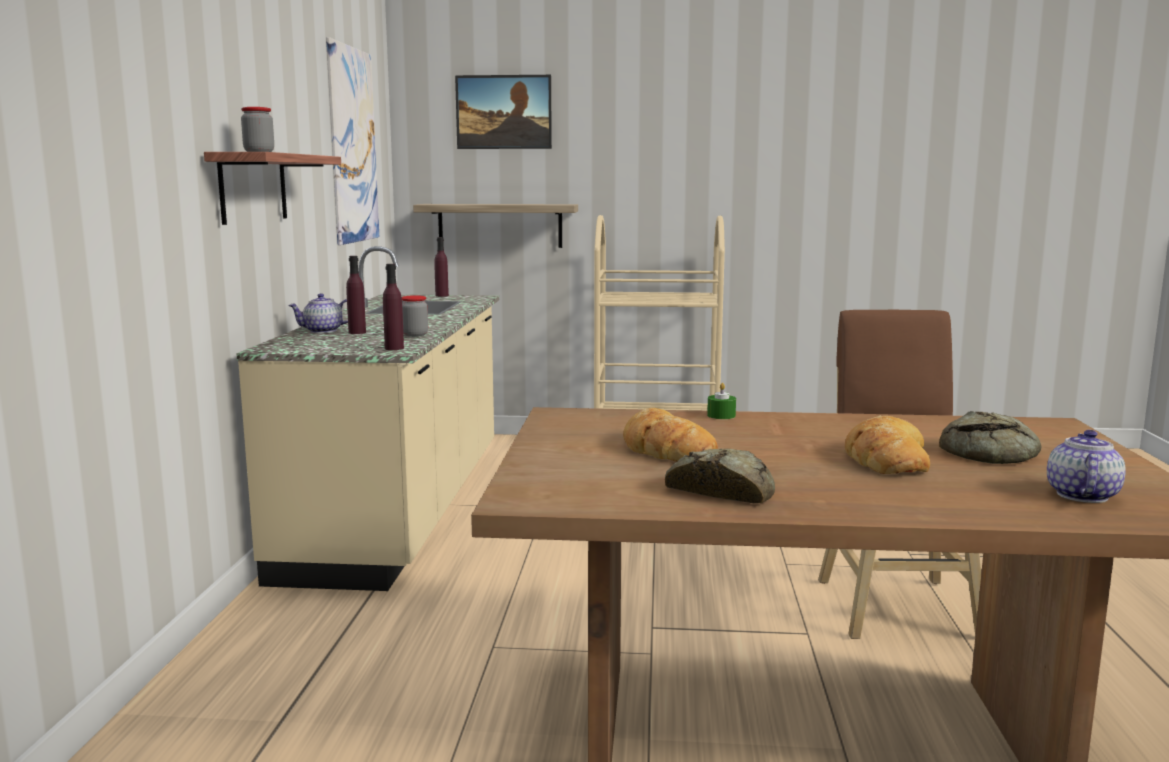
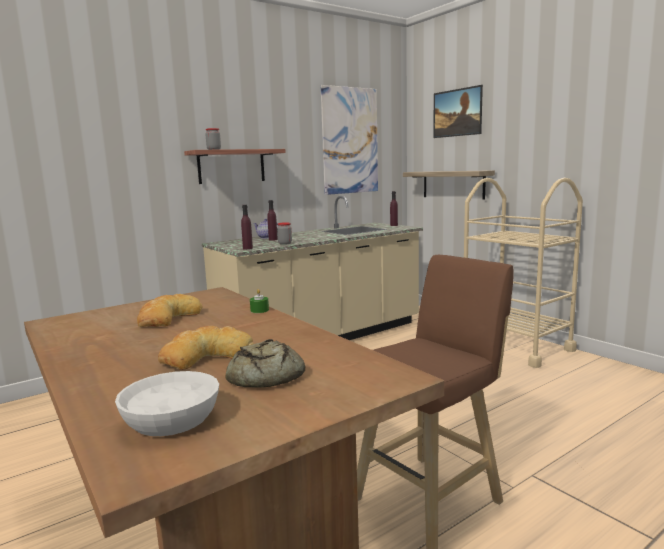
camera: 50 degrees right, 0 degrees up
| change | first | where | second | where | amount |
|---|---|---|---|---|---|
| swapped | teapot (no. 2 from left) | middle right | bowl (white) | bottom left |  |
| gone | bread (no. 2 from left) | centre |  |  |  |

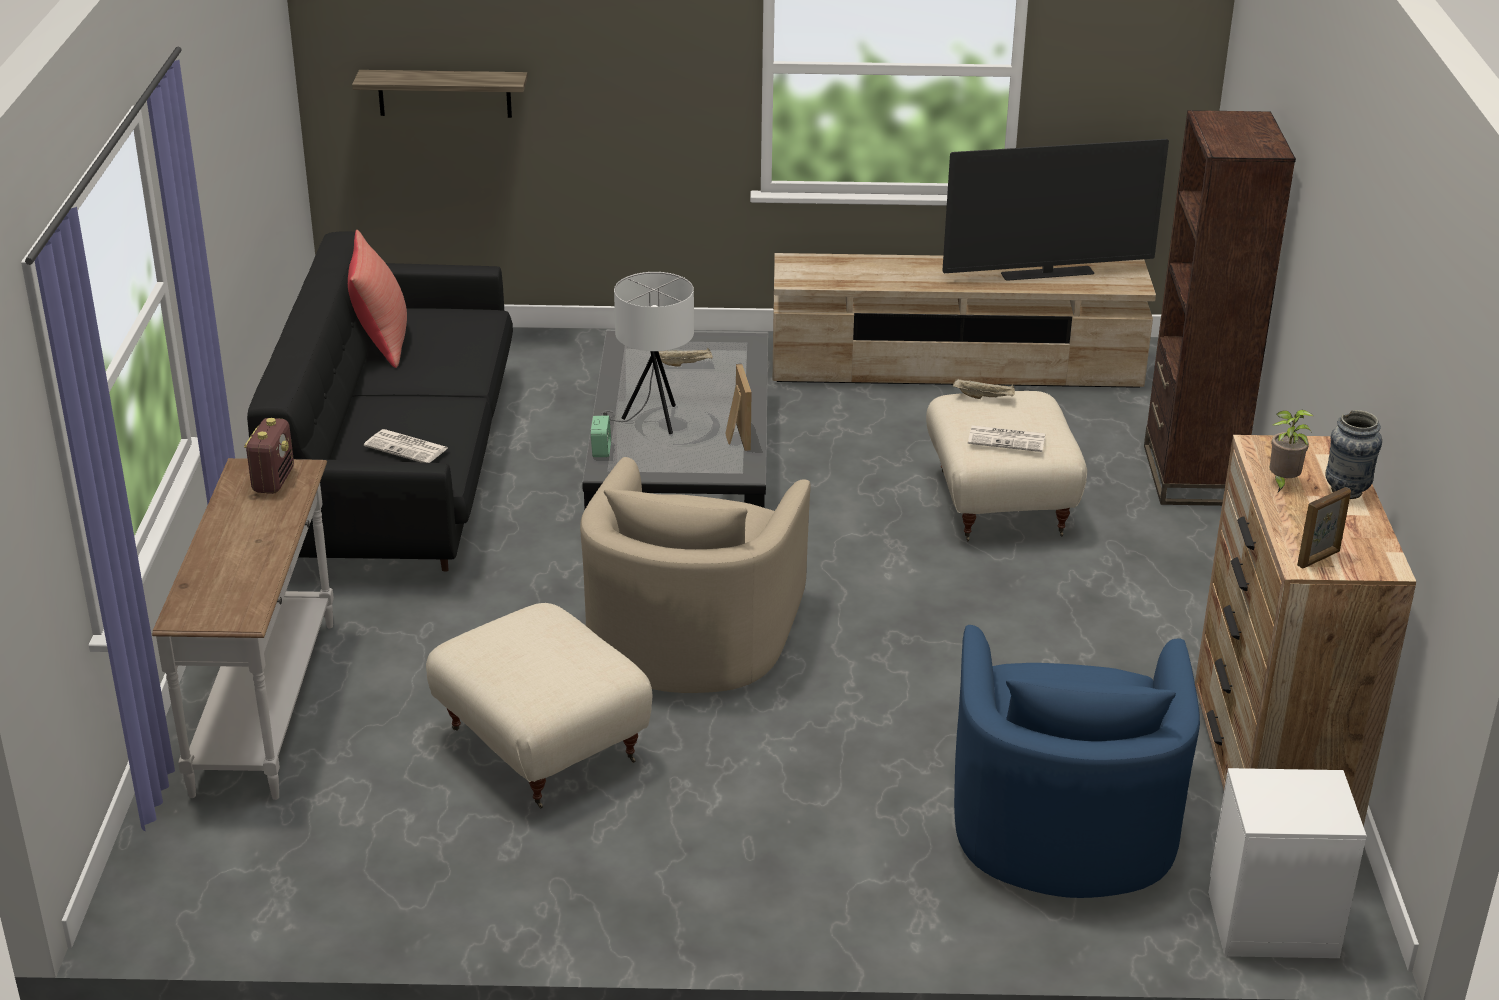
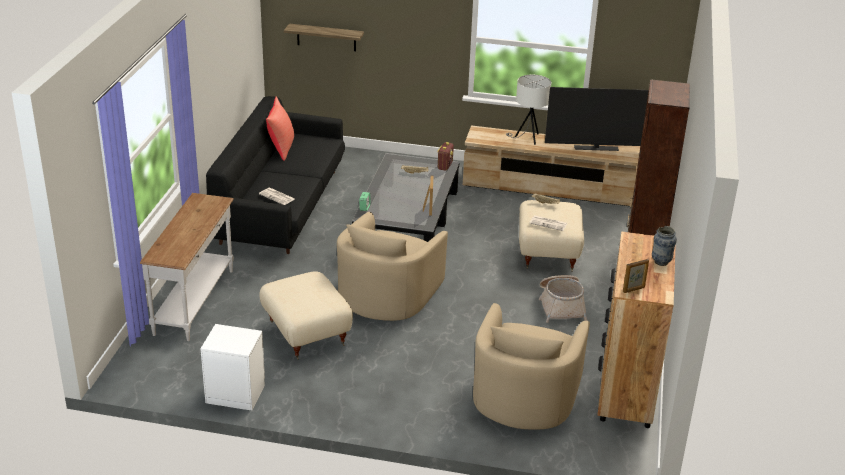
camera: 10 degrees right, 0 degrees up
| change | first | where | second | where | amount |
|---|---|---|---|---|---|
| shifted | nightstand (white) | bottom right |  | bottom left |  |
| shifted | radio | middle left |  | top centre |  |
| repainted | armchair (blue) | bottom right | armchair (beige) (no. 2 from left) | bottom centre |  |
| shifted | table lamp (white) | centre |  | top centre |  |
| new |  |  | basket | centre |  |
| gone | potted plant | middle right |  |  |  |

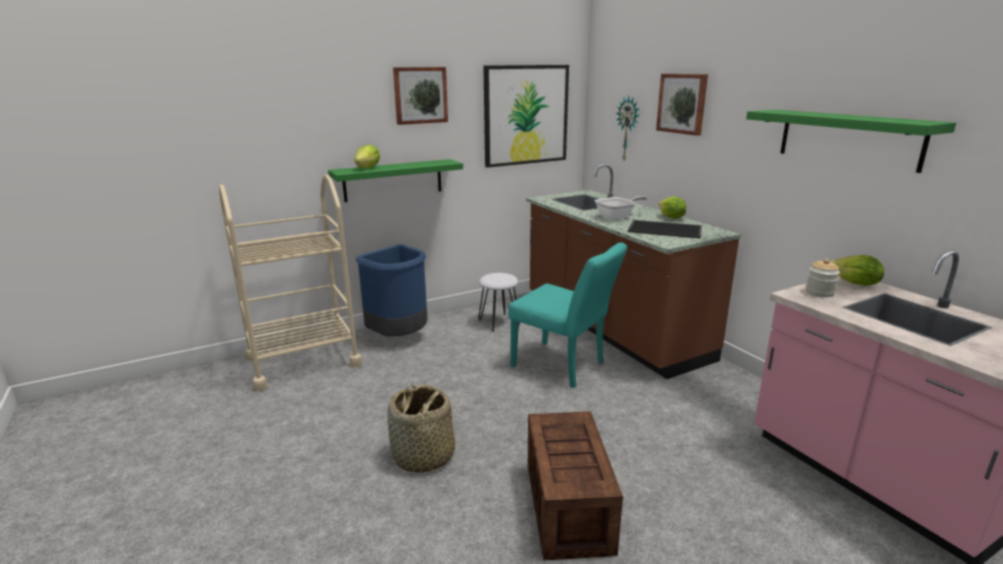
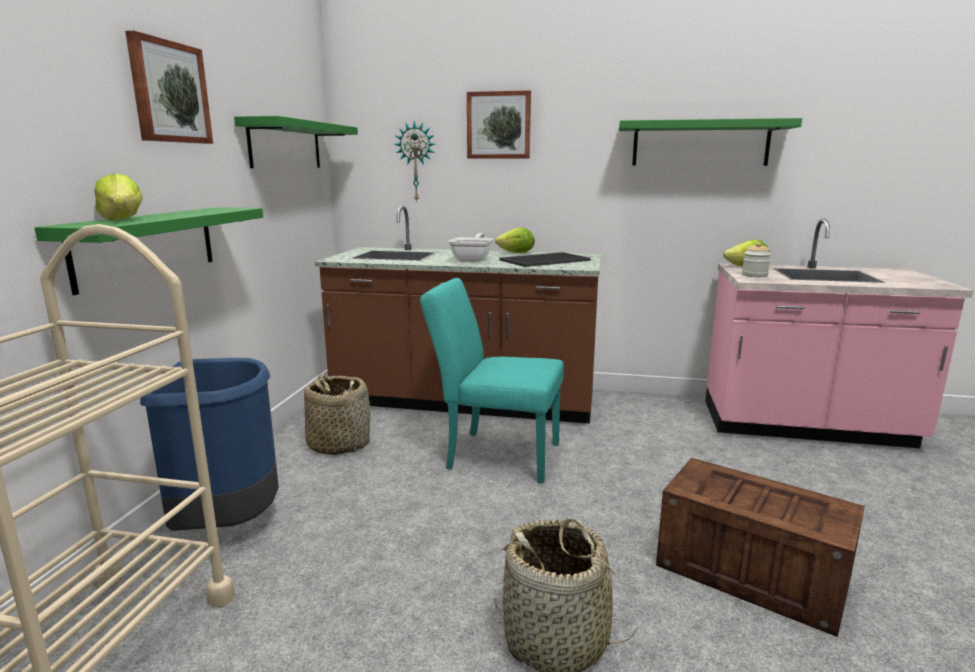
camera: 50 degrees left, 5 degrees down
| change | first | where | second | where | amount |
|---|---|---|---|---|---|
| swapped | picture (no. 2 from left) | top centre | shelf (green) (no. 2 from left) | top left |  |
| swapped | stool (white) | centre | basket (no. 1 from left) | centre |  |
| rotated | chair (turquoise) | centre |  | centre | 150 degrees counterclockwise |

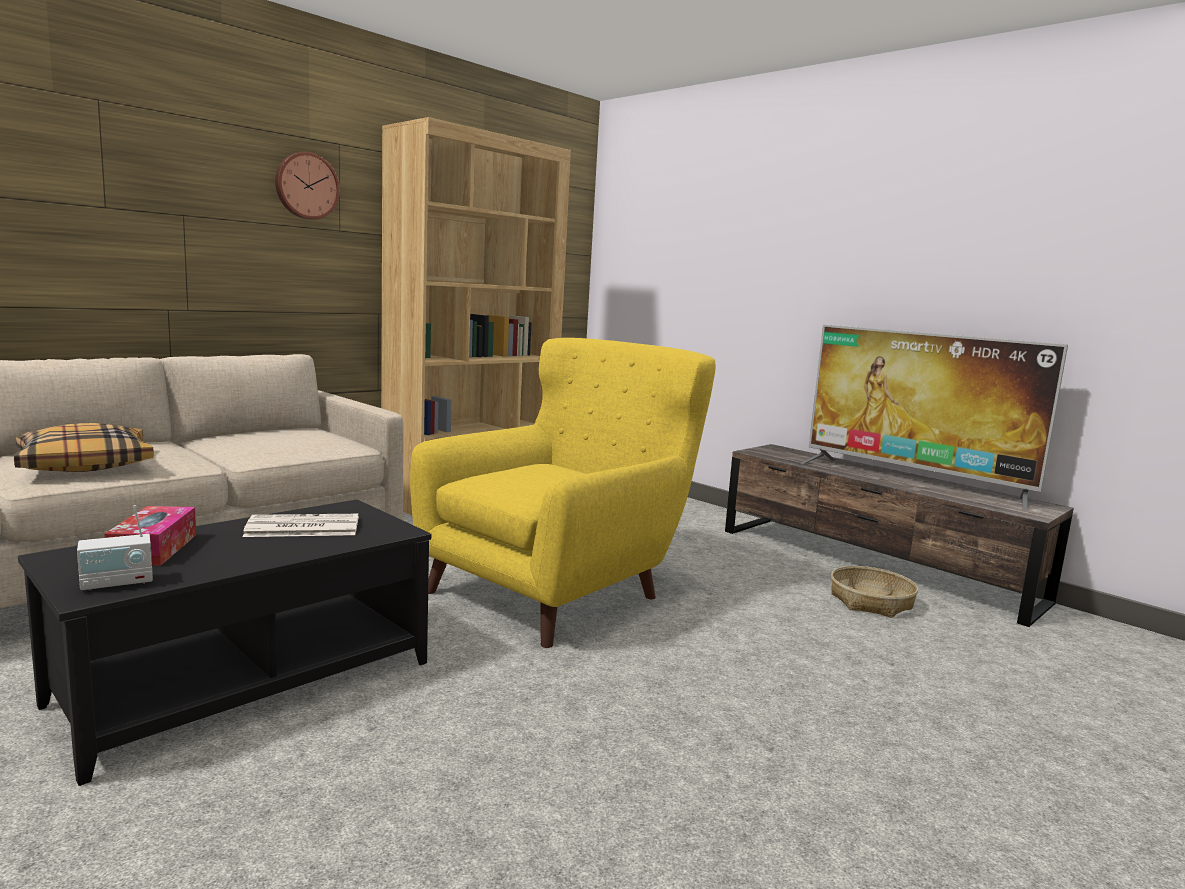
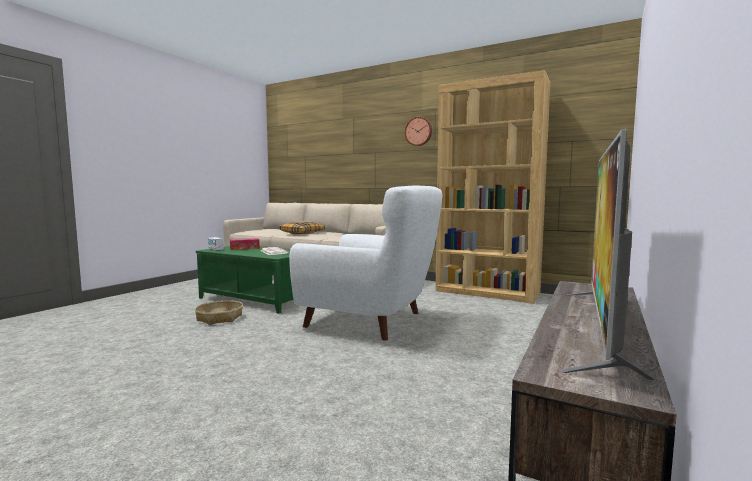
camera: 75 degrees right, 5 degrees down
| change | first | where | second | where | amount |
|---|---|---|---|---|---|
| shifted | basket | middle right |  | middle left |  |
| repainted | coffee table (black) | bottom left | coffee table (green) | middle left |  |
| repainted | armchair (yellow) | centre | armchair (white) | centre |  |

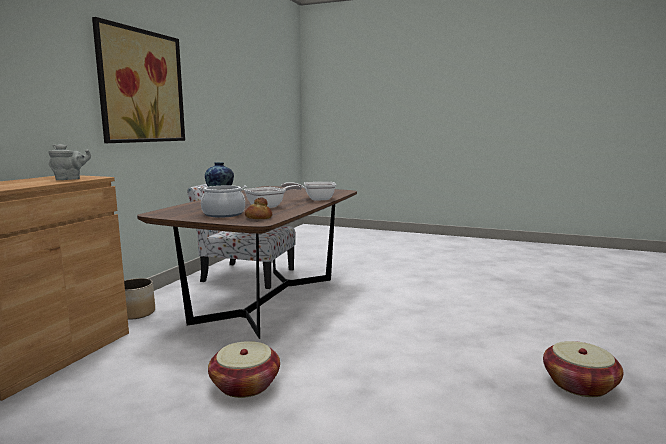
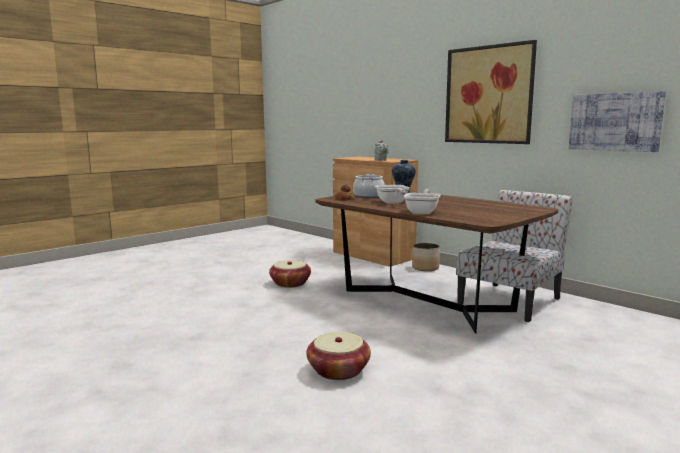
camera: 115 degrees right, 0 degrees up
| change | first | where | second | where | amount |
|---|---|---|---|---|---|
| shifted | basket (no. 2 from left) | bottom right |  | bottom centre |  |
| new |  |  | picture (no. 2 from left) | top right |  |

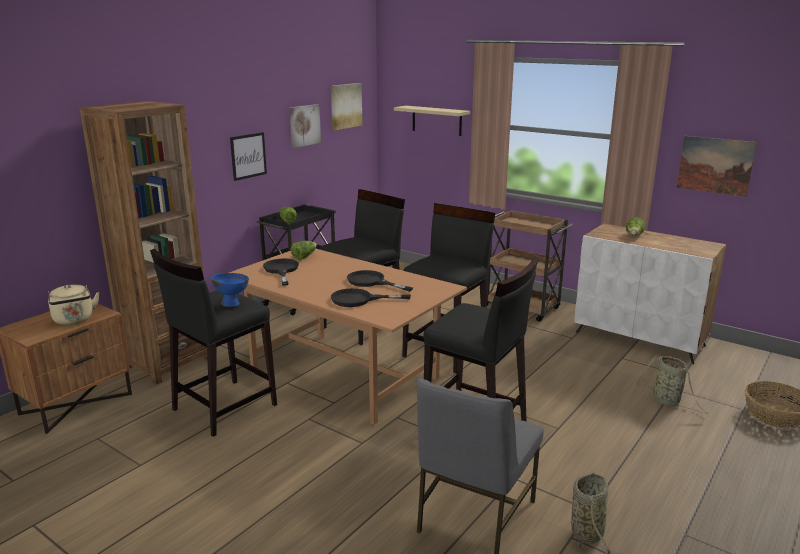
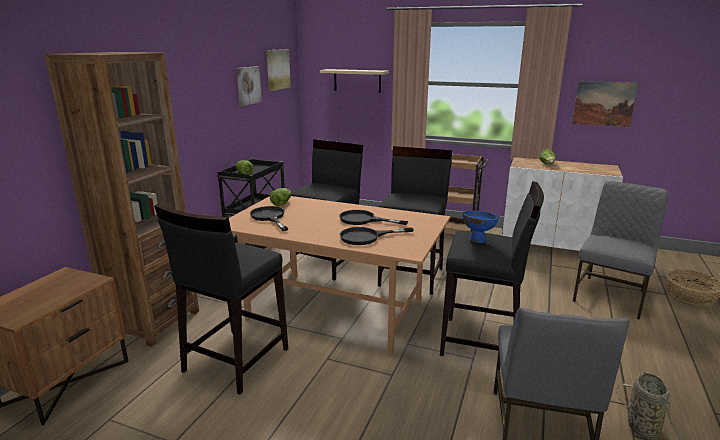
camera: 15 degrees left, 0 degrees up
| change | first | where | second | where | amount |
|---|---|---|---|---|---|
| shifted | bowl (blue) | middle left |  | middle right |  |
| swapped | basket (no. 2 from left) | bottom right | chair (grey) (no. 2 from left) | middle right |  |
| gone | kettle (beige) | middle left |  |  |  |
| gone | picture (no. 1 from left) | top left |  |  |  |

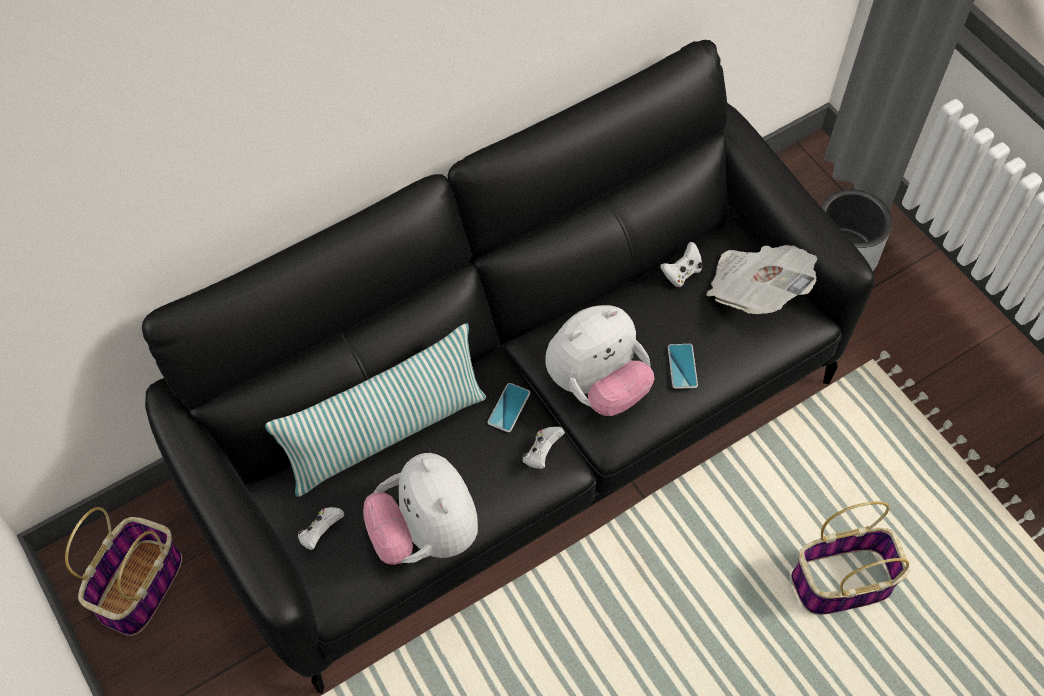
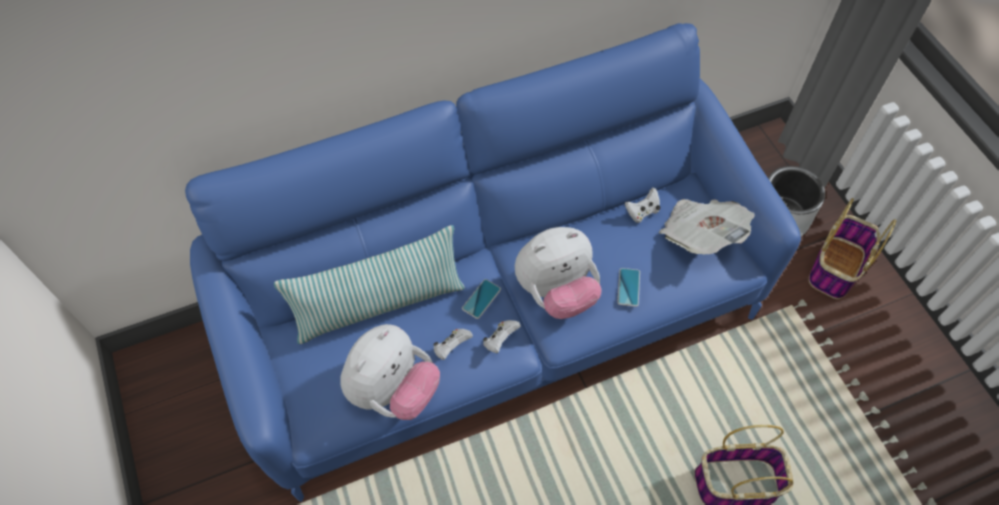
camera: 10 degrees right, 0 degrees up
| change | first | where | second | where | amount |
|---|---|---|---|---|---|
| repainted | sofa (black) | centre | sofa (blue) | centre |  |
| rotated | plush toy (no. 1 from left) | bottom centre |  | bottom centre | 135 degrees counterclockwise |
| shifted | game controller (white) (no. 1 from left) | bottom left |  | bottom centre |  |
| shifted | basket (no. 1 from left in the first image) | bottom left | basket (no. 2 from left) | middle right |  |

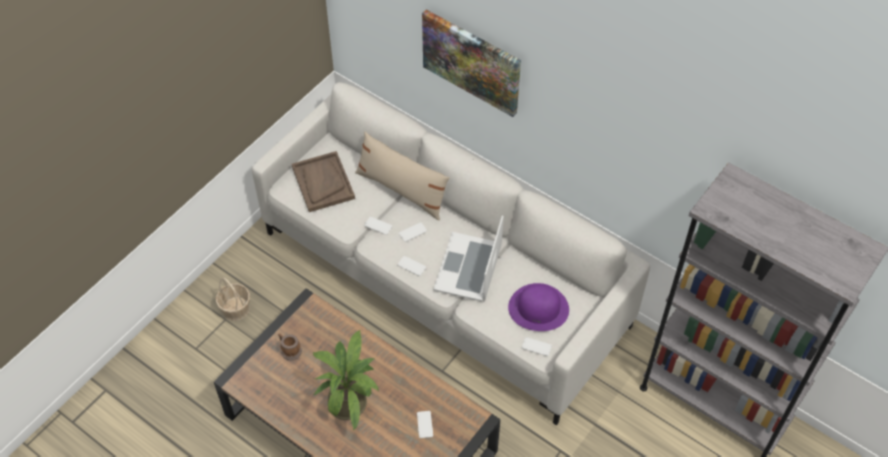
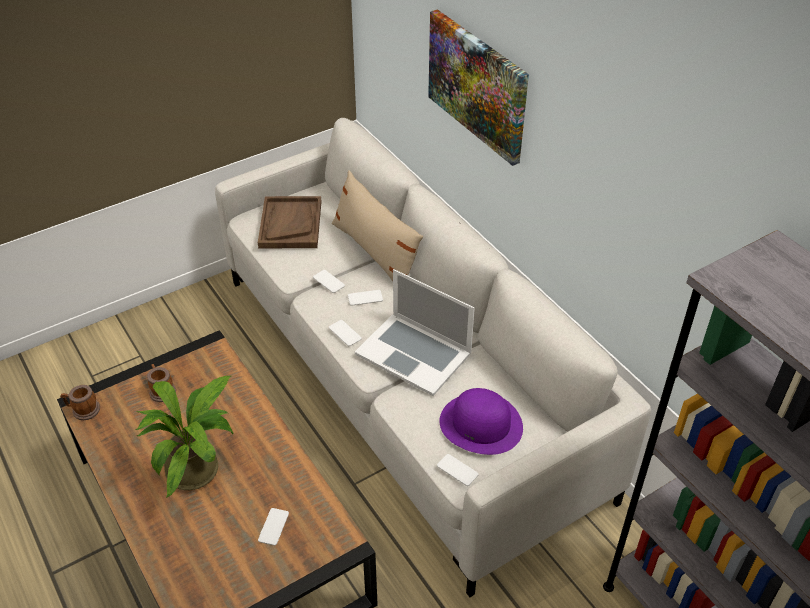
camera: 20 degrees right, 10 degrees down
| change | first | where | second | where | amount |
|---|---|---|---|---|---|
| new |  |  | mug (no. 1 from left) | middle left |  |
| rotated | laptop | centre |  | centre | 90 degrees counterclockwise |
| gone | basket | middle left |  |  |  |

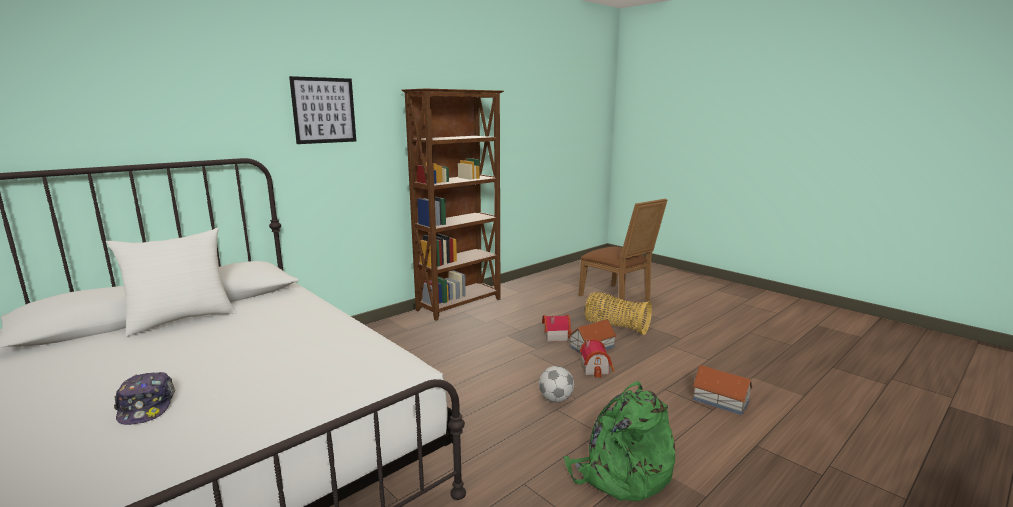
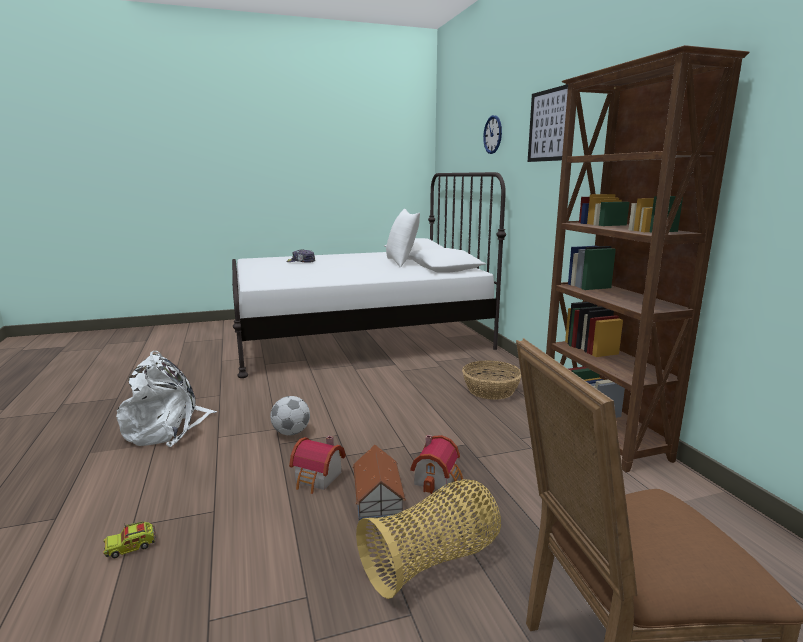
camera: 115 degrees right, 0 degrees up
| change | first | where | second | where | amount |
|---|---|---|---|---|---|
| swapped | toy house (no. 4 from left) | bottom right | toy truck | bottom left |  |
| repainted | backpack (green) | bottom centre | backpack (white) | middle left |  |
| new |  |  | basket (no. 2 from left) | centre |  |
| new |  |  | wall clock | top centre |  |

